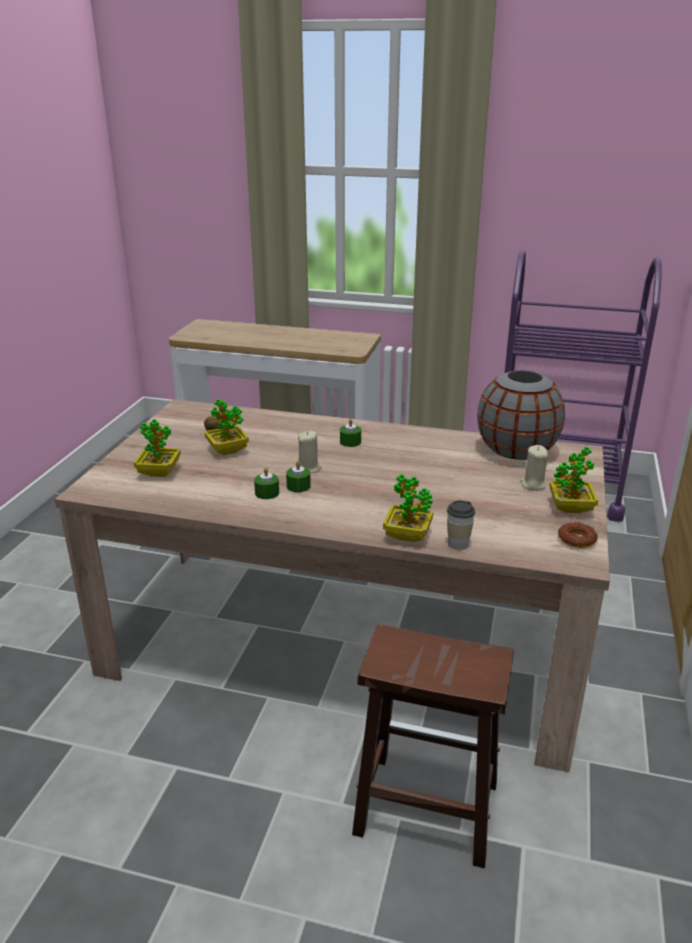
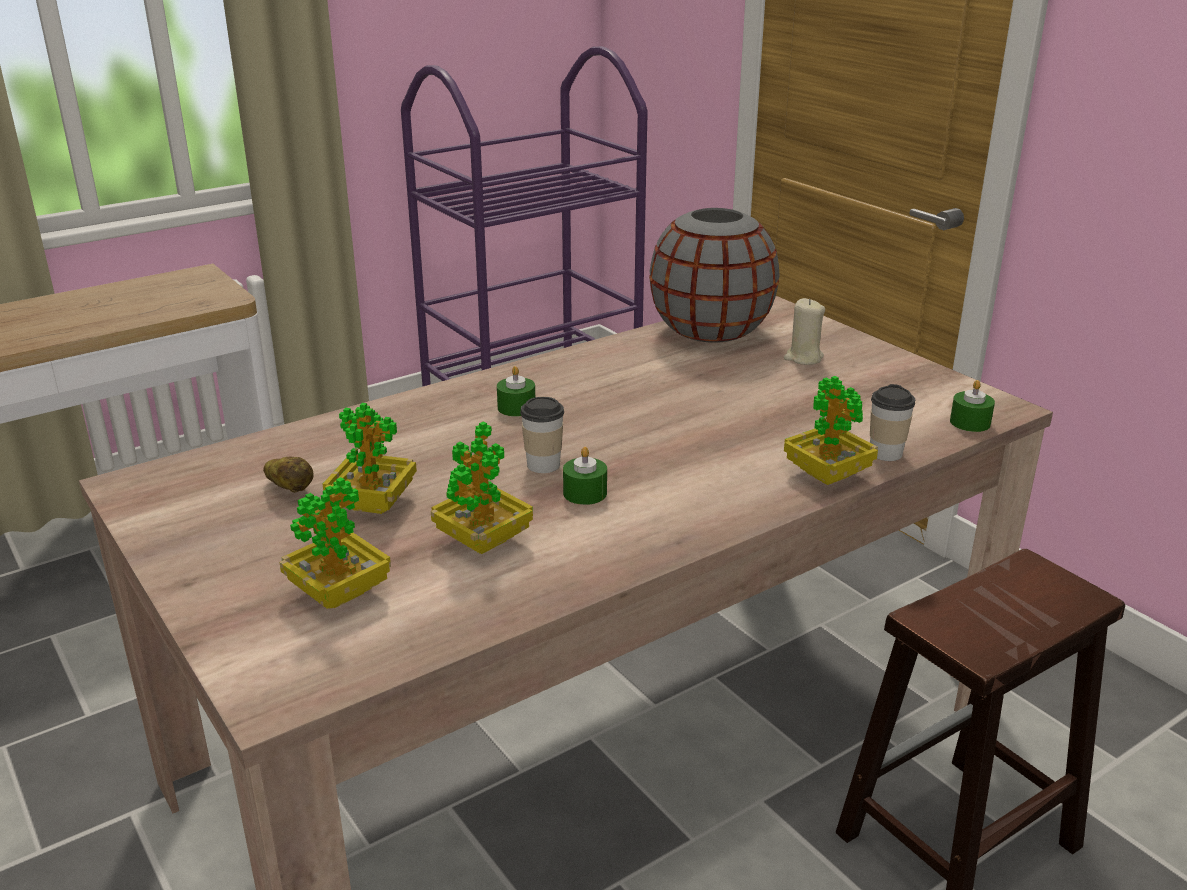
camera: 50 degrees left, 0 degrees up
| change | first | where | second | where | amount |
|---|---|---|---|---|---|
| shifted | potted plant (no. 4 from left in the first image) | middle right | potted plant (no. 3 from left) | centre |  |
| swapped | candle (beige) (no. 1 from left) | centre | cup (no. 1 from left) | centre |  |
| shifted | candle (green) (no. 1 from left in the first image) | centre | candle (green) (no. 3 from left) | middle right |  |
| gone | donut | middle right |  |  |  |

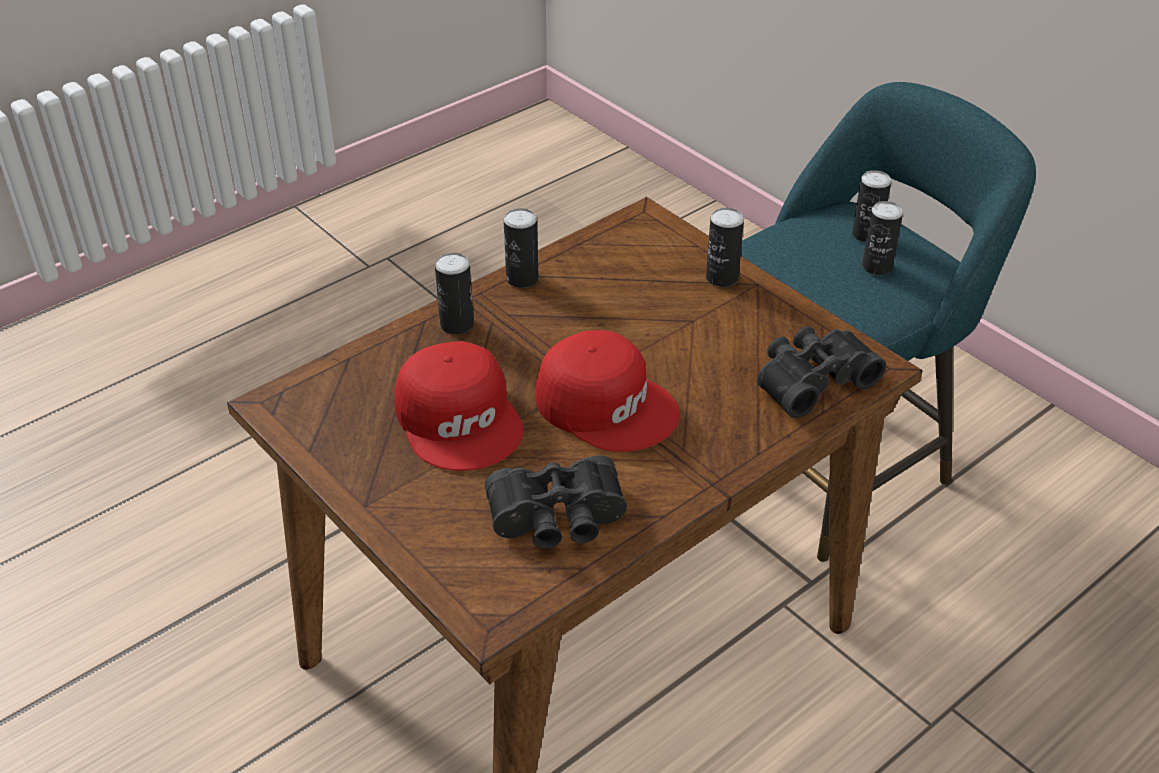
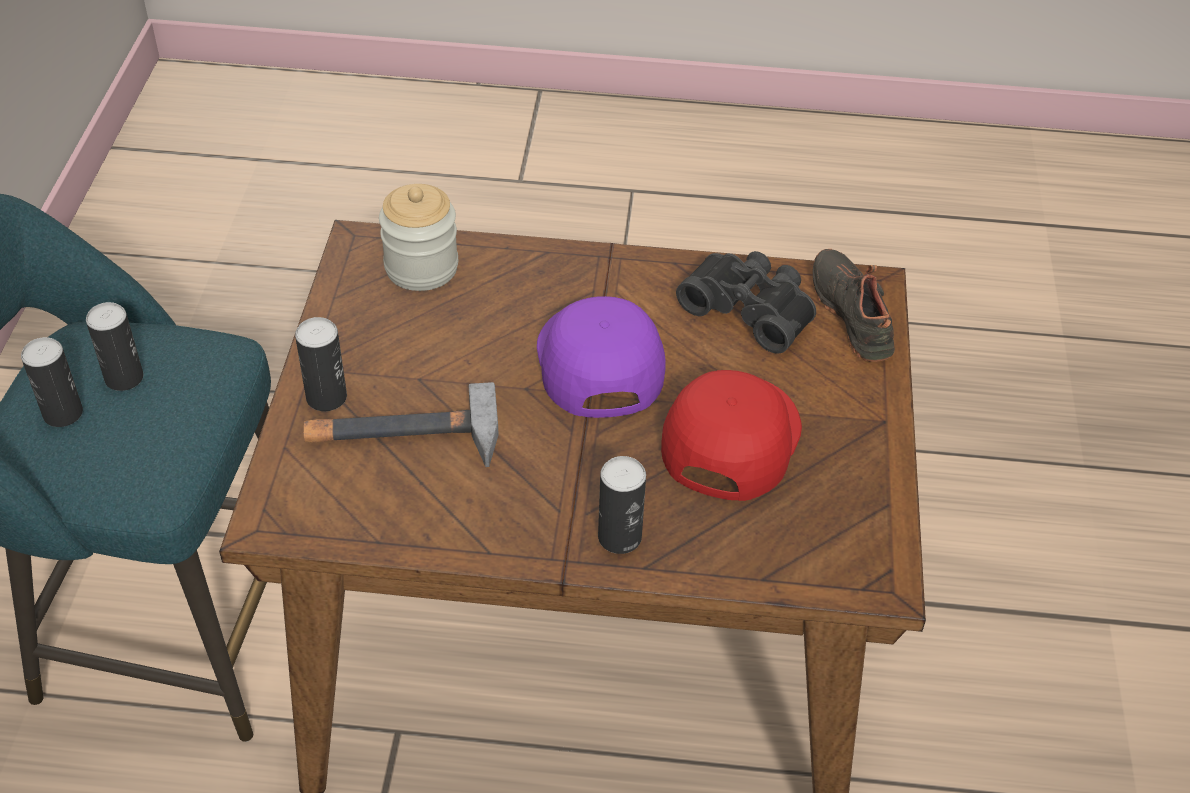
camera: 135 degrees left, 5 degrees up
| change | first | where | second | where | amount |
|---|---|---|---|---|---|
| new |  |  | hammer | centre |  |
| swapped | binoculars (black) (no. 2 from left) | middle right | jar | top centre |  |
| repainted | cap (red) (no. 2 from left) | centre | cap (purple) | centre |  |
| new |  |  | shoe (black) | middle right |  |
| gone | can (no. 2 from left) | top centre |  |  |  |

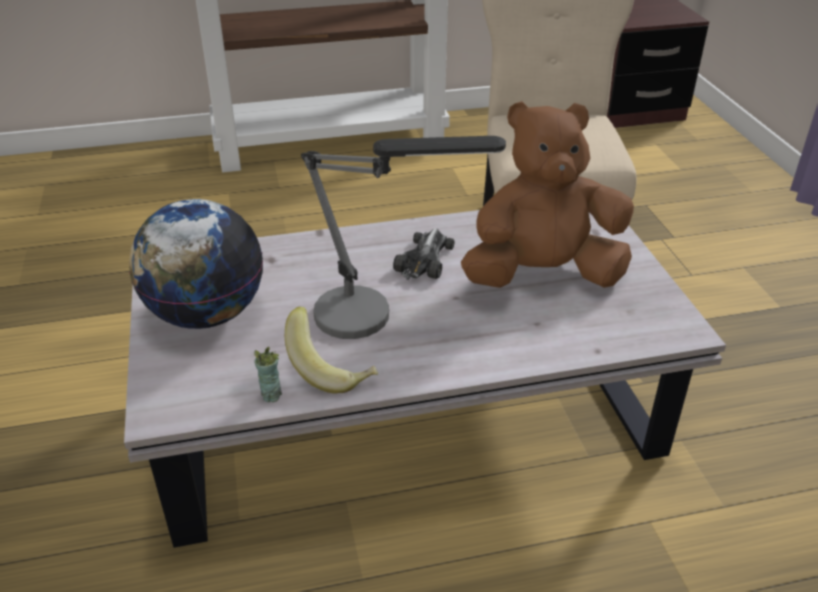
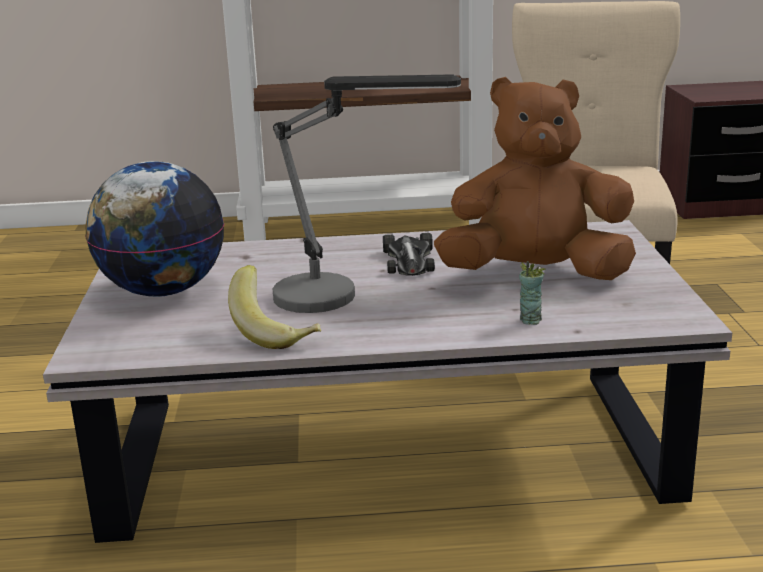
camera: 10 degrees right, 15 degrees down
| change | first | where | second | where | amount |
|---|---|---|---|---|---|
| rotated | toy car | centre |  | centre | 150 degrees clockwise |
| shifted | cup | middle left |  | middle right |  |

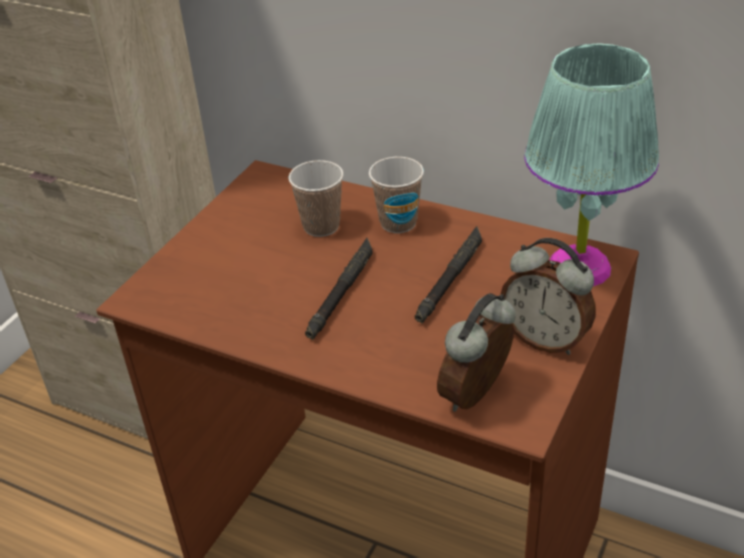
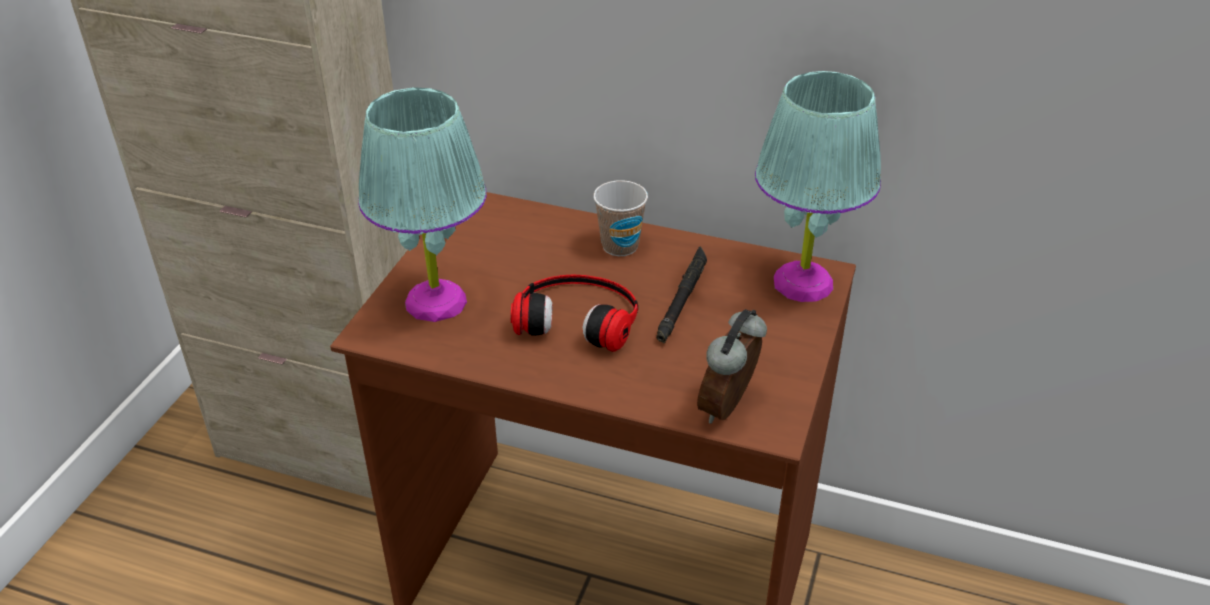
camera: 10 degrees left, 0 degrees up
| change | first | where | second | where | amount |
|---|---|---|---|---|---|
| new |  |  | table lamp (turquoise) (no. 1 from left) | centre |  |
| swapped | flashlight (black) (no. 1 from left) | centre | headphones | centre |  |
| gone | cup (no. 1 from left) | centre |  |  |  |
| gone | alarm clock (no. 2 from left) | middle right |  |  |  |

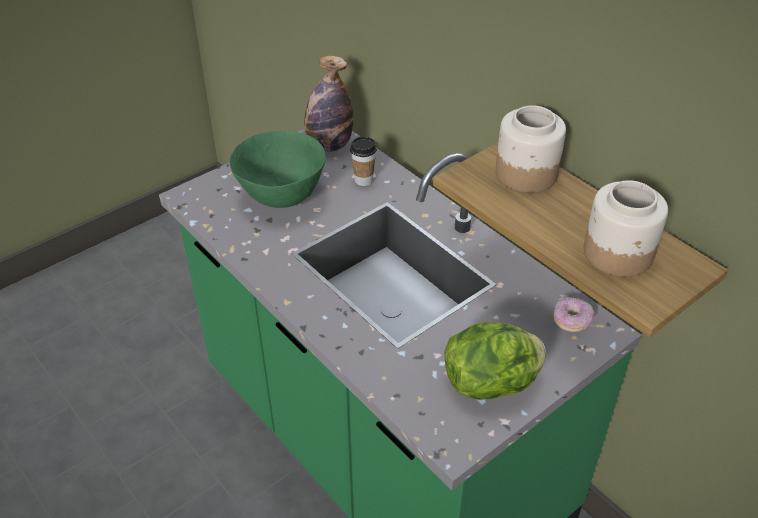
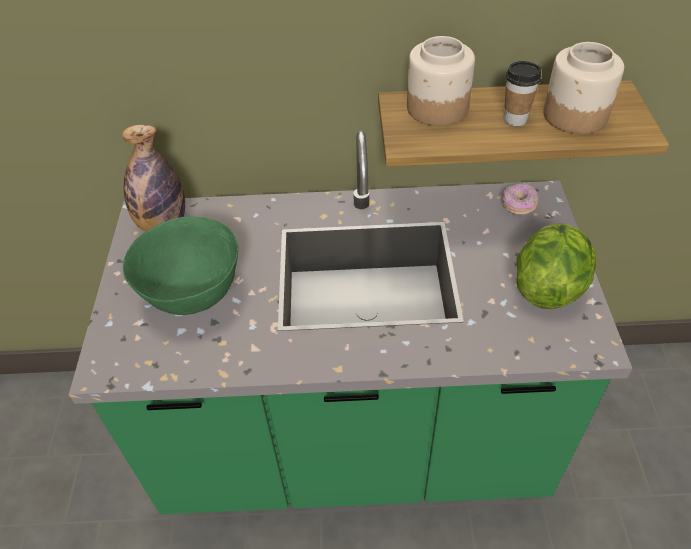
camera: 50 degrees left, 5 degrees up
| change | first | where | second | where | amount |
|---|---|---|---|---|---|
| shifted | cup | top centre |  | top right |  |

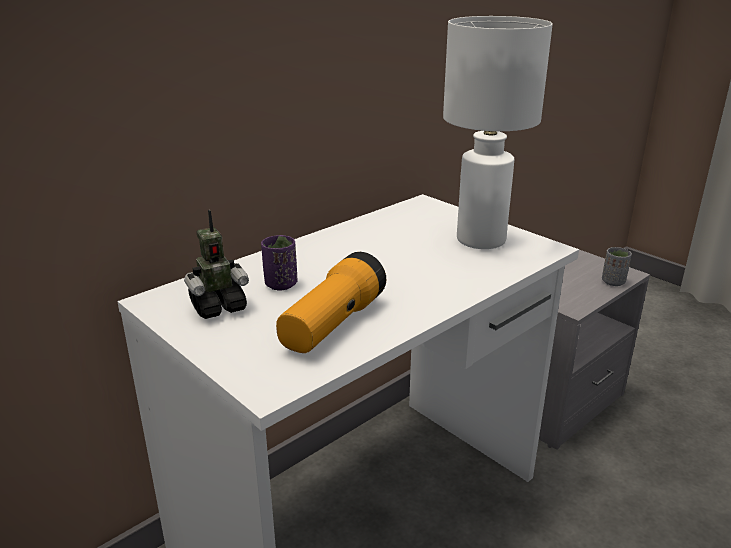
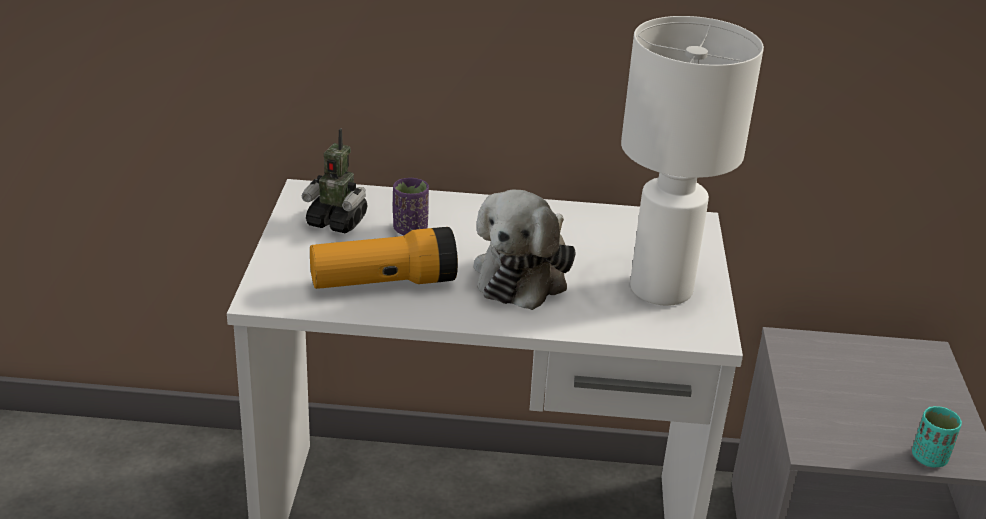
camera: 45 degrees right, 5 degrees up
| change | first | where | second | where | amount |
|---|---|---|---|---|---|
| new |  |  | plush toy | centre |  |
| repainted | cup (grey) | middle right | cup (turquoise) | bottom right |  |

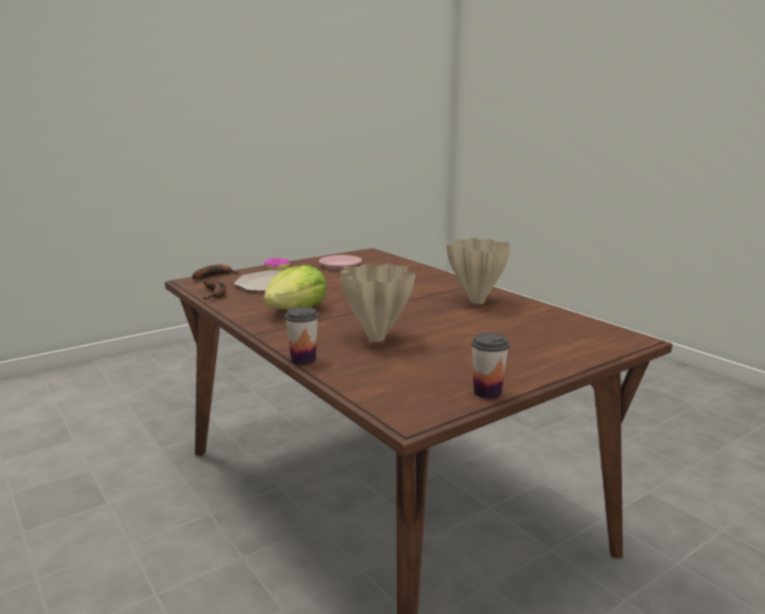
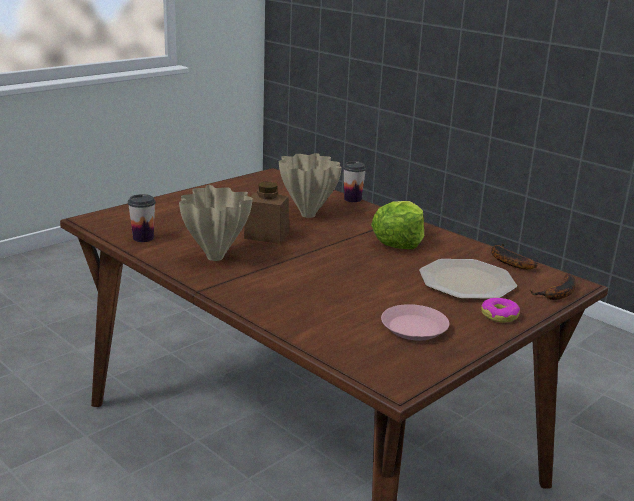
camera: 170 degrees right, 5 degrees up
| change | first | where | second | where | amount |
|---|---|---|---|---|---|
| shifted | cup (no. 2 from left in the first image) | centre | cup (no. 1 from left) | middle left |  |
| new |  |  | jar (brown) | centre |  |

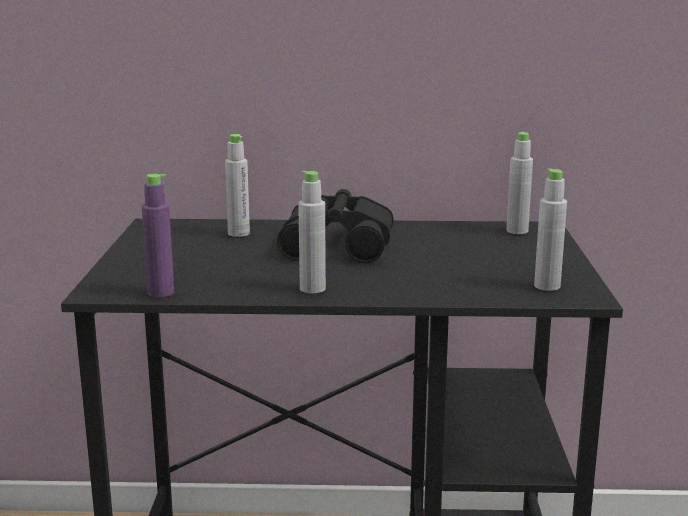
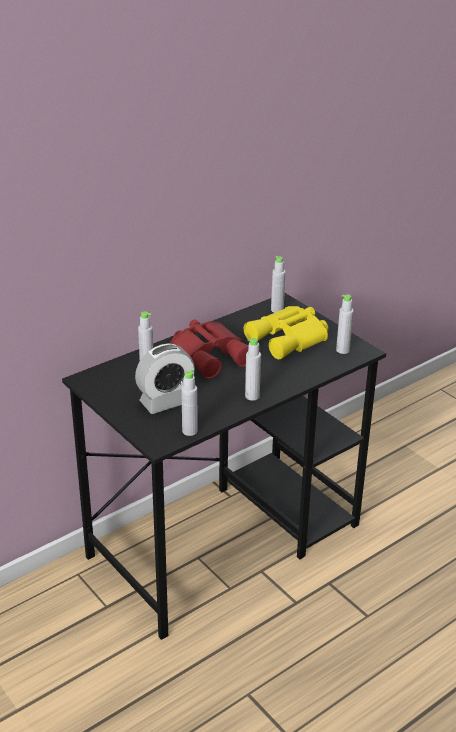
camera: 40 degrees left, 15 degrees up
| change | first | where | second | where | amount |
|---|---|---|---|---|---|
| new |  |  | alarm clock | centre |  |
| repainted | binoculars (black) | centre | binoculars (red) | centre |  |
| repainted | bottle (purple) | middle left | bottle (grey) (no. 2 from left) | centre |  |
| new |  |  | binoculars (yellow) | centre |  |

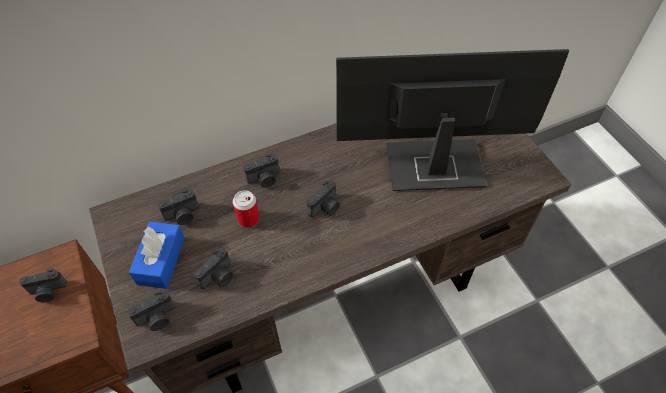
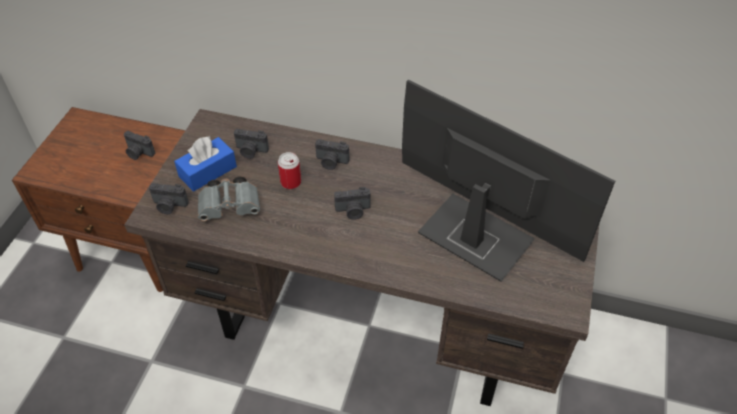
camera: 40 degrees right, 5 degrees down
| change | first | where | second | where | amount |
|---|---|---|---|---|---|
| swapped | photo camera (no. 4 from left) | bottom left | binoculars (grey) | middle left |  |

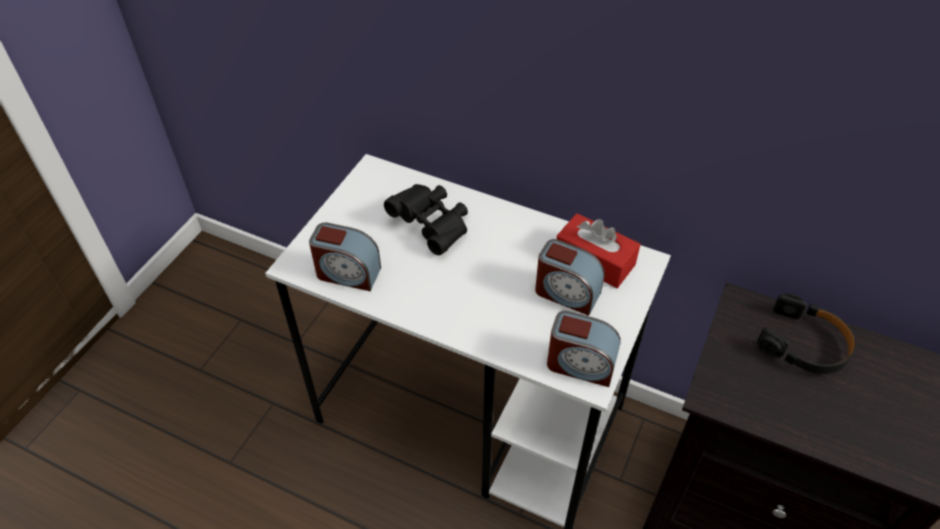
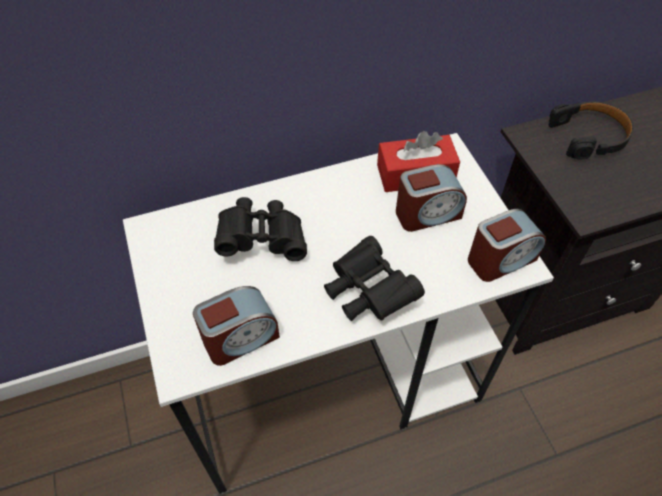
camera: 45 degrees left, 5 degrees up
| change | first | where | second | where | amount |
|---|---|---|---|---|---|
| new |  |  | binoculars (black) (no. 2 from left) | centre |  |

